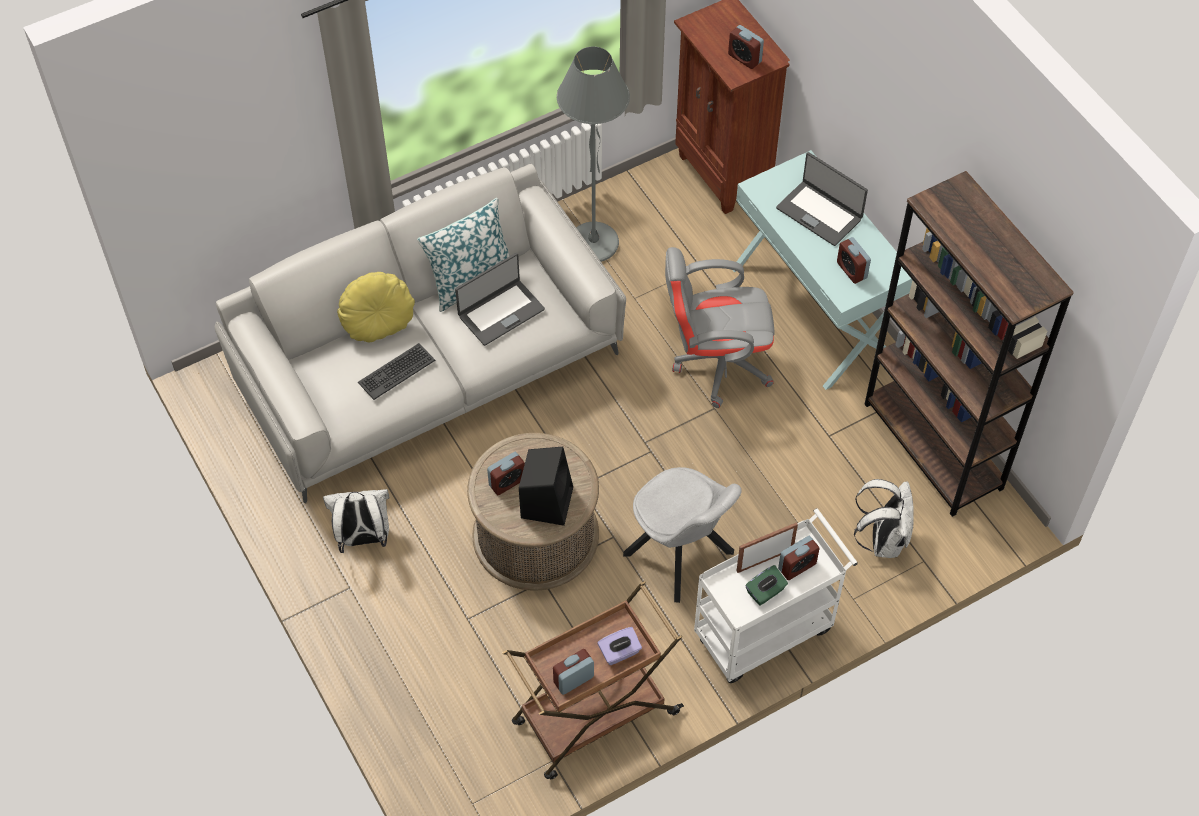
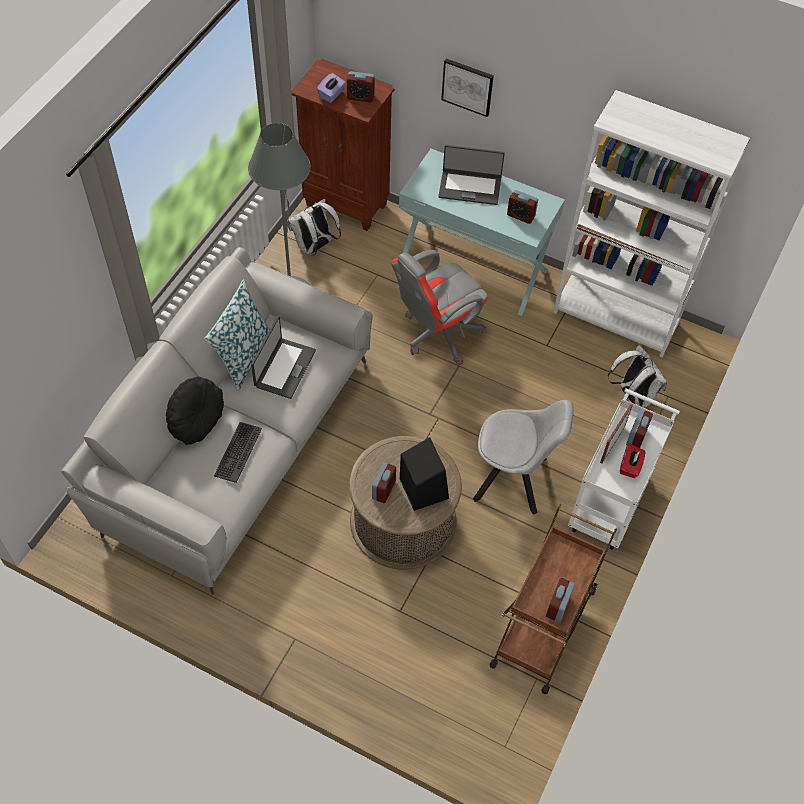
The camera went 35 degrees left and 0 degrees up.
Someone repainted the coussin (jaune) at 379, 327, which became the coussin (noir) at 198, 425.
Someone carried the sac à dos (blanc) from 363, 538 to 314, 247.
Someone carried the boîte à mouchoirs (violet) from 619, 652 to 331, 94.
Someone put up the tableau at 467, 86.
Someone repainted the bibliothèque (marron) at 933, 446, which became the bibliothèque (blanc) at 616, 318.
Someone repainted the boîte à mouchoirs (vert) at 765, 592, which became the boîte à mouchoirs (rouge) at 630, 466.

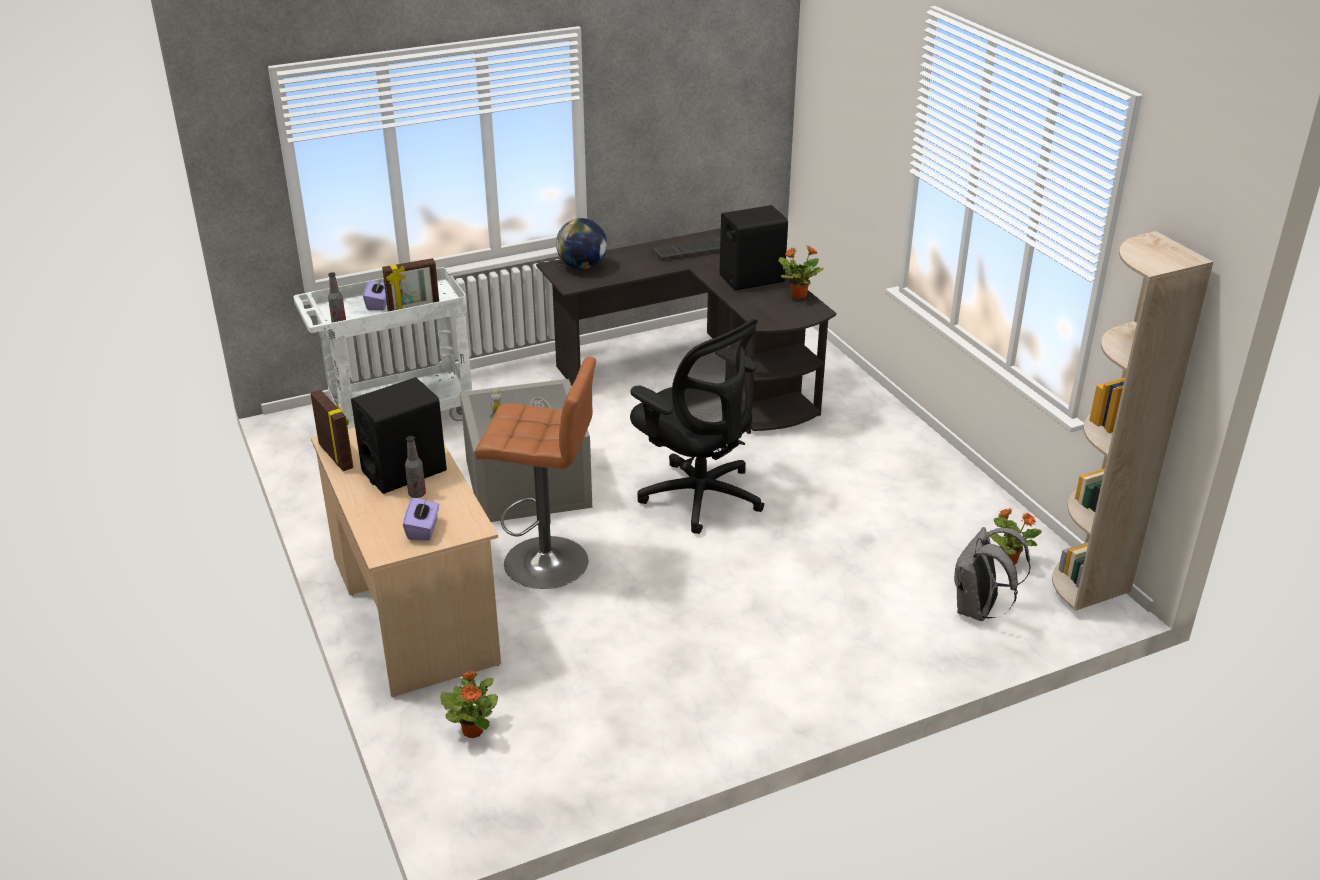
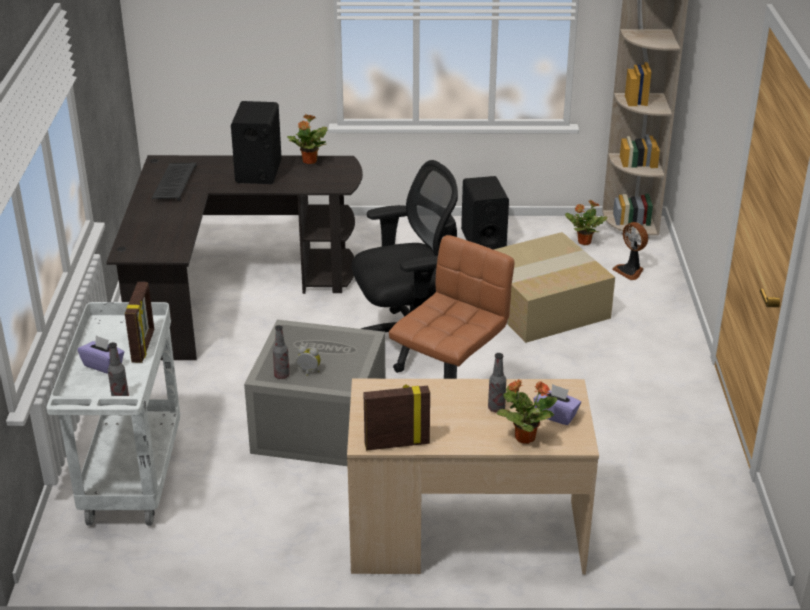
The camera went 65 degrees left and 0 degrees up.
Someone put down the bouteille at 282, 375.
Someone carried the enceinte (noir) from 404, 471 to 483, 240.
Someone put down the carton at 542, 307.
Someone carried the plante en pot from 473, 730 to 524, 437.
Someone swapped the sac à dos (gris) at 978, 610 for the ventilateur at 630, 271.
Someone took away the globe at 582, 267.

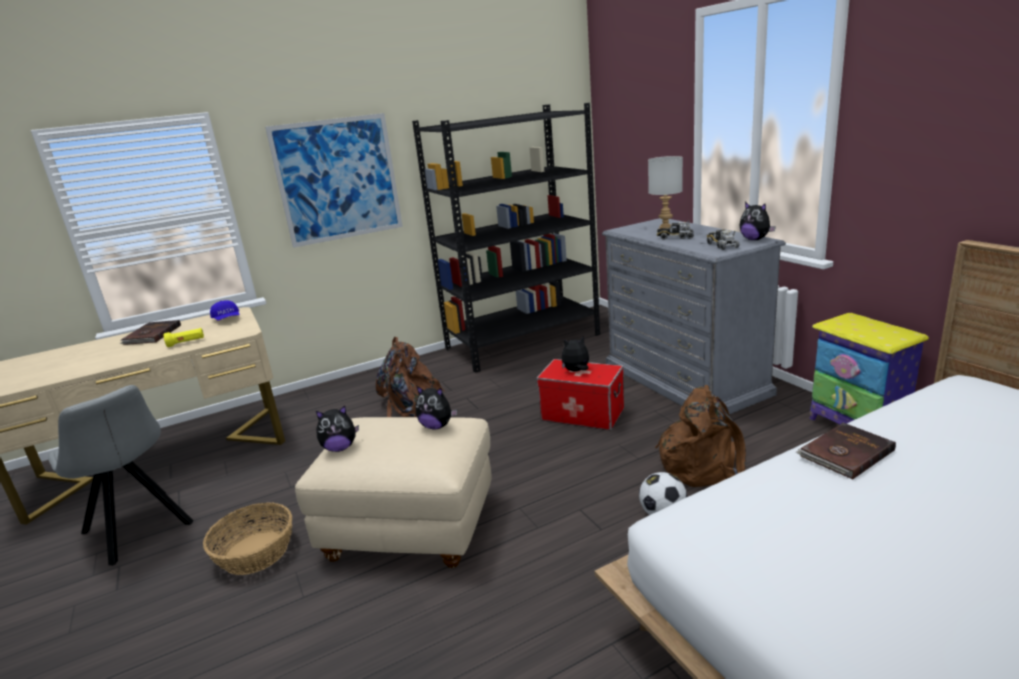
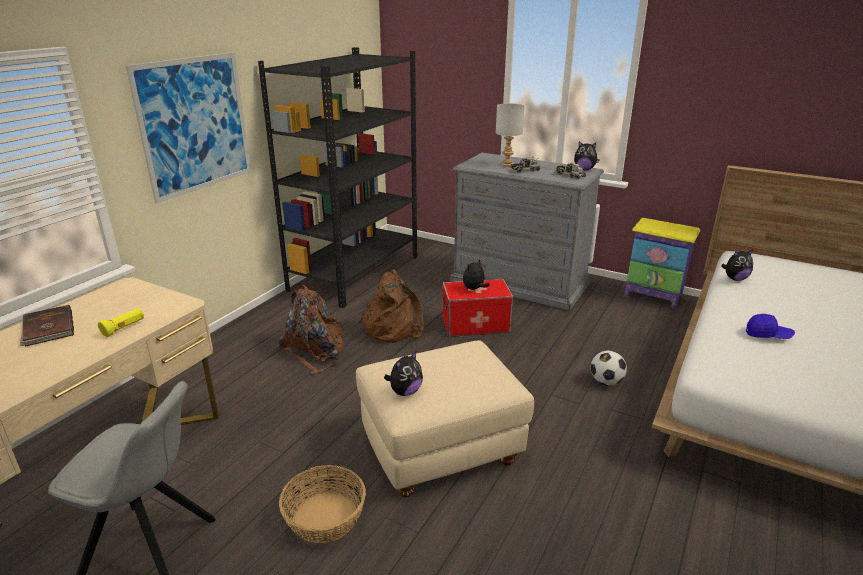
The camera went 35 degrees left and 5 degrees up.
Someone carried the sac à dos (marron) from 702, 465 to 393, 328.
Someone carried the peluche from 437, 426 to 735, 279.
Someone carried the casquette (bleu) from 227, 319 to 767, 335.
Someone took away the livre (marron) at 845, 453.

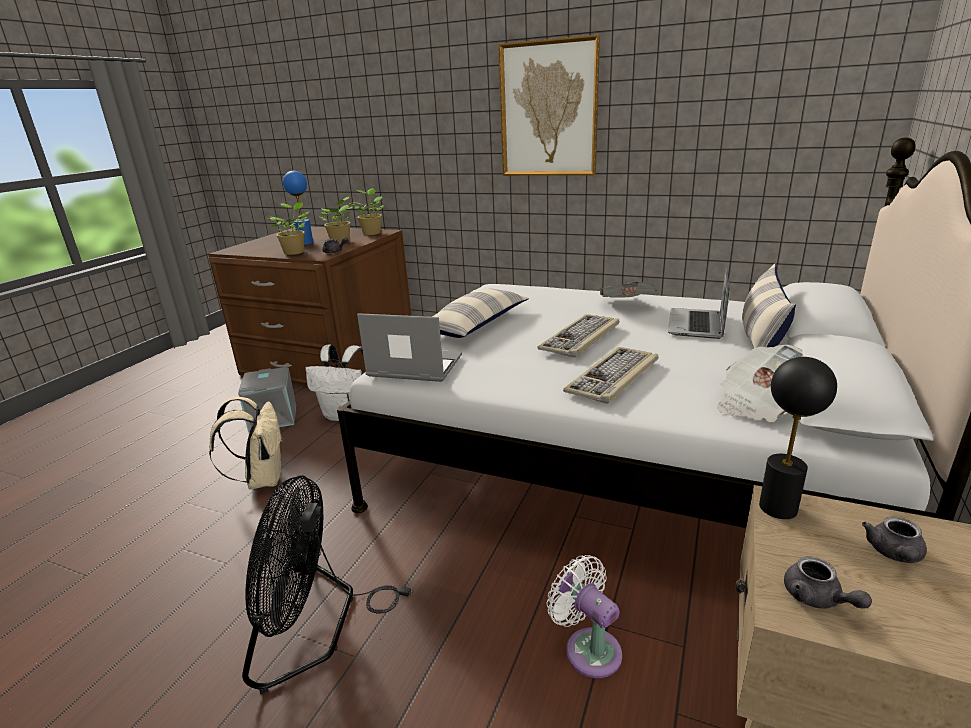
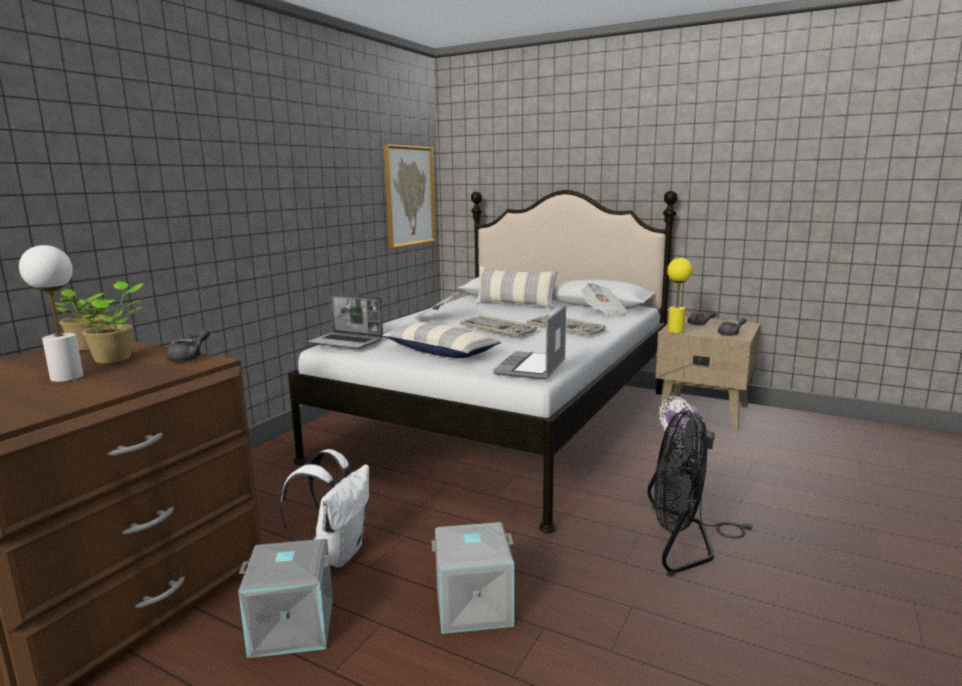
The camera went 85 degrees left and 10 degrees down.
Someone repainted the lampe de table (bleu) at 306, 243, which became the lampe de table (blanc) at 67, 377.
Someone carried the ordinateur portable from 697, 325 to 347, 342.
Someone carried the tableau from 548, 110 to 409, 196.
Someone swapped the sac à dos (beige) at 263, 479 for the boîte de rangement (gris) at 473, 607.
Someone rotated the ventilateur (noir) at 323, 618 by 90 degrees clockwise.
Someone repainted the lampe de table (noir) at 778, 507, which became the lampe de table (jaune) at 675, 331.
Someone took away the plante en pot at 295, 252.

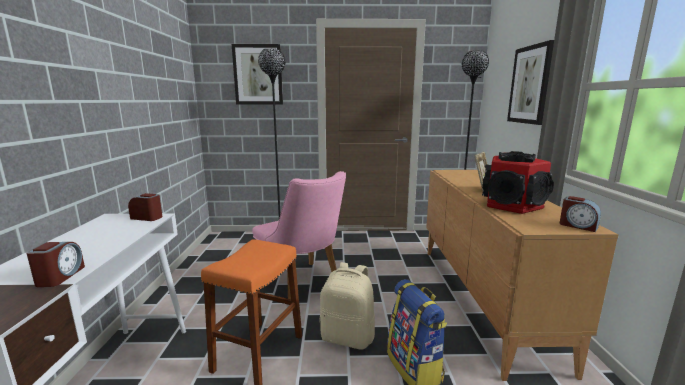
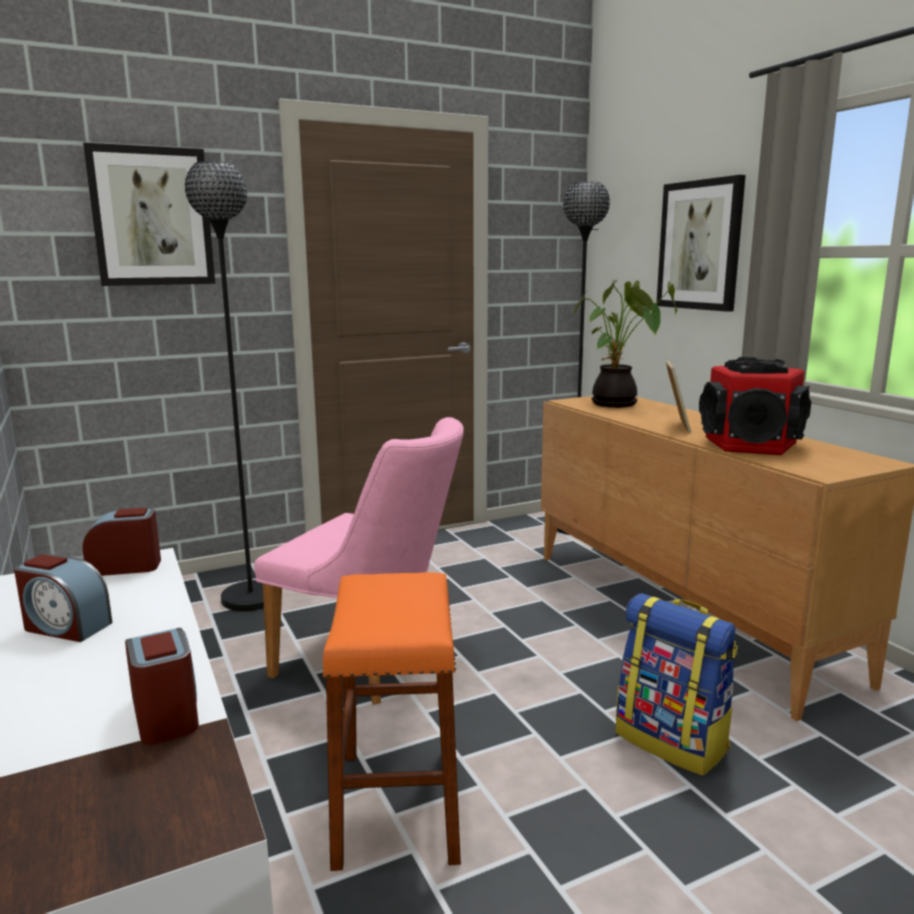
The camera went 25 degrees left and 0 degrees up.
Someone carried the réveil from 578, 226 to 66, 627.
Someone put down the plante en pot at 617, 404.
Someone took away the sac à dos (beige) at 348, 337.

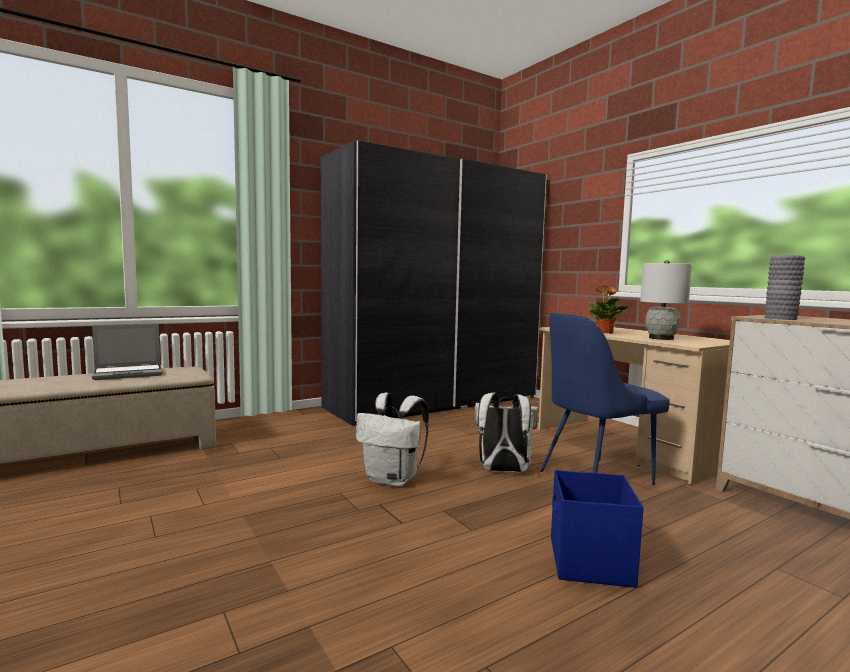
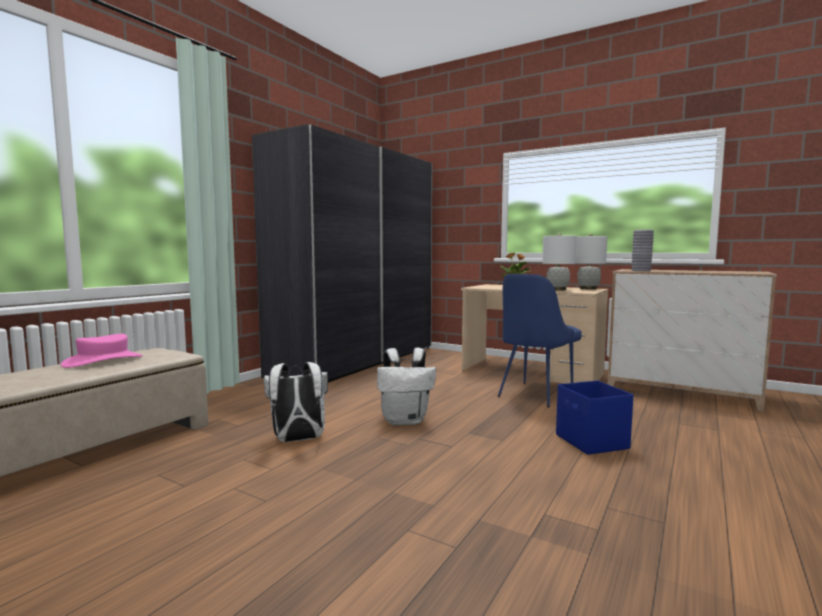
The camera went 25 degrees left and 0 degrees up.
Someone swapped the ordinateur portable at 129, 373 for the chapeau (rose) at 103, 360.
Someone carried the sac à dos (blanc) from 503, 471 to 298, 440.
Someone put down the lampe de table (blanc) at 588, 288.

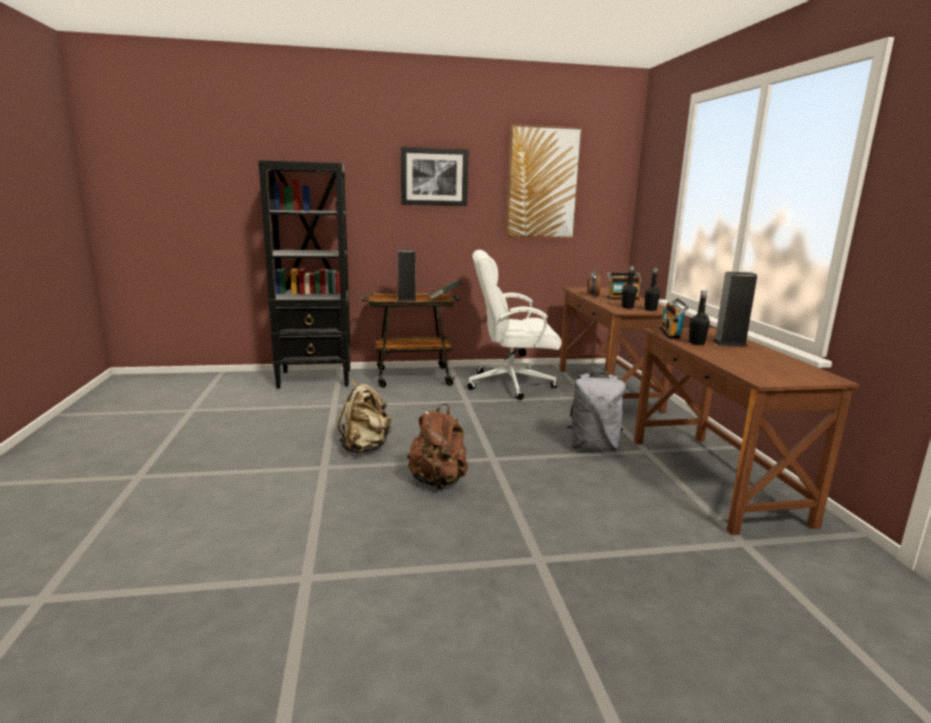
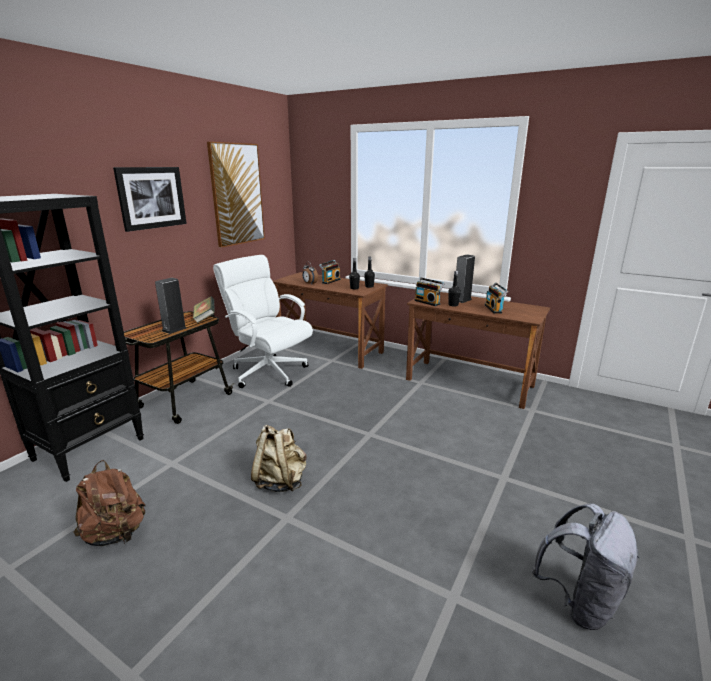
The camera went 50 degrees left and 5 degrees up.
Someone carried the sac à dos (marron) from 438, 482 to 116, 534.
Someone rotated the chaise de bureau (blanc) at 510, 384 by 90 degrees clockwise.
Someone put down the radio at 494, 309.
Someone carried the sac à dos (gris) from 593, 447 to 579, 601.

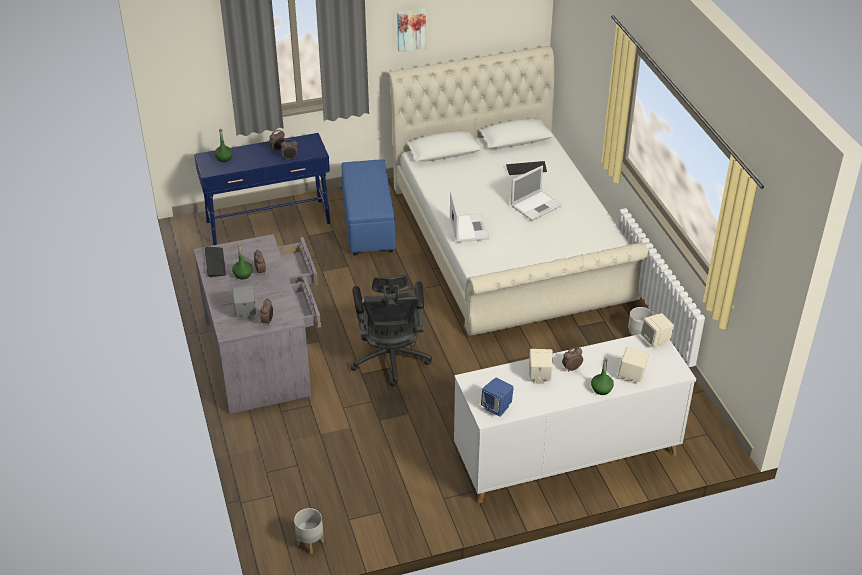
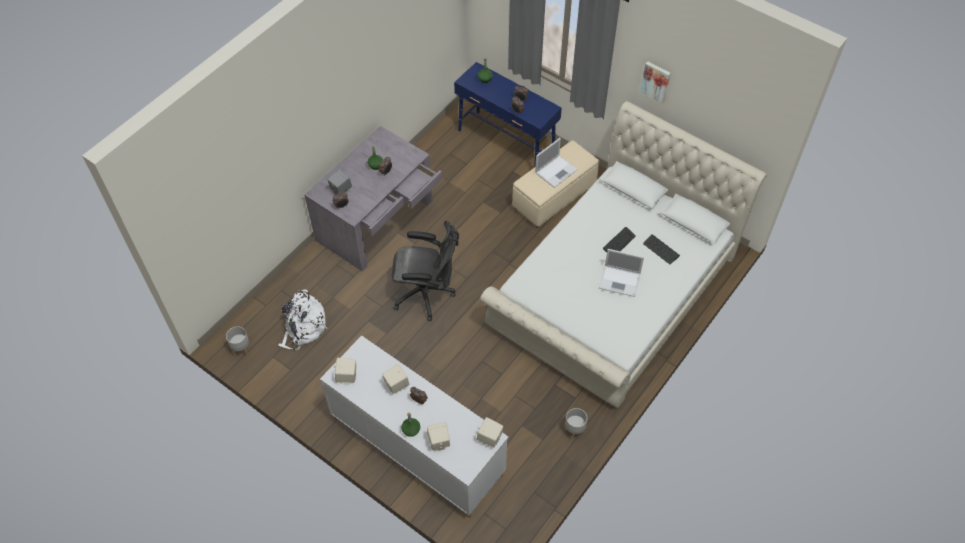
The camera went 55 degrees right and 15 degrees up.
Someone put down the sac à dos (blanc) at 303, 328.
Someone repainted the enceinte (bleu) at 497, 407, which became the enceinte (beige) at 347, 377.
Someone rotated the chaise de bureau at 391, 362 by 135 degrees counterclockwise.
Someone repainted the pouf (bleu) at 368, 224, which became the pouf (beige) at 554, 196.
Someone carried the ordinateur portable from 468, 228 to 556, 171.
Someone carried the clavier from 215, 262 to 619, 242.

